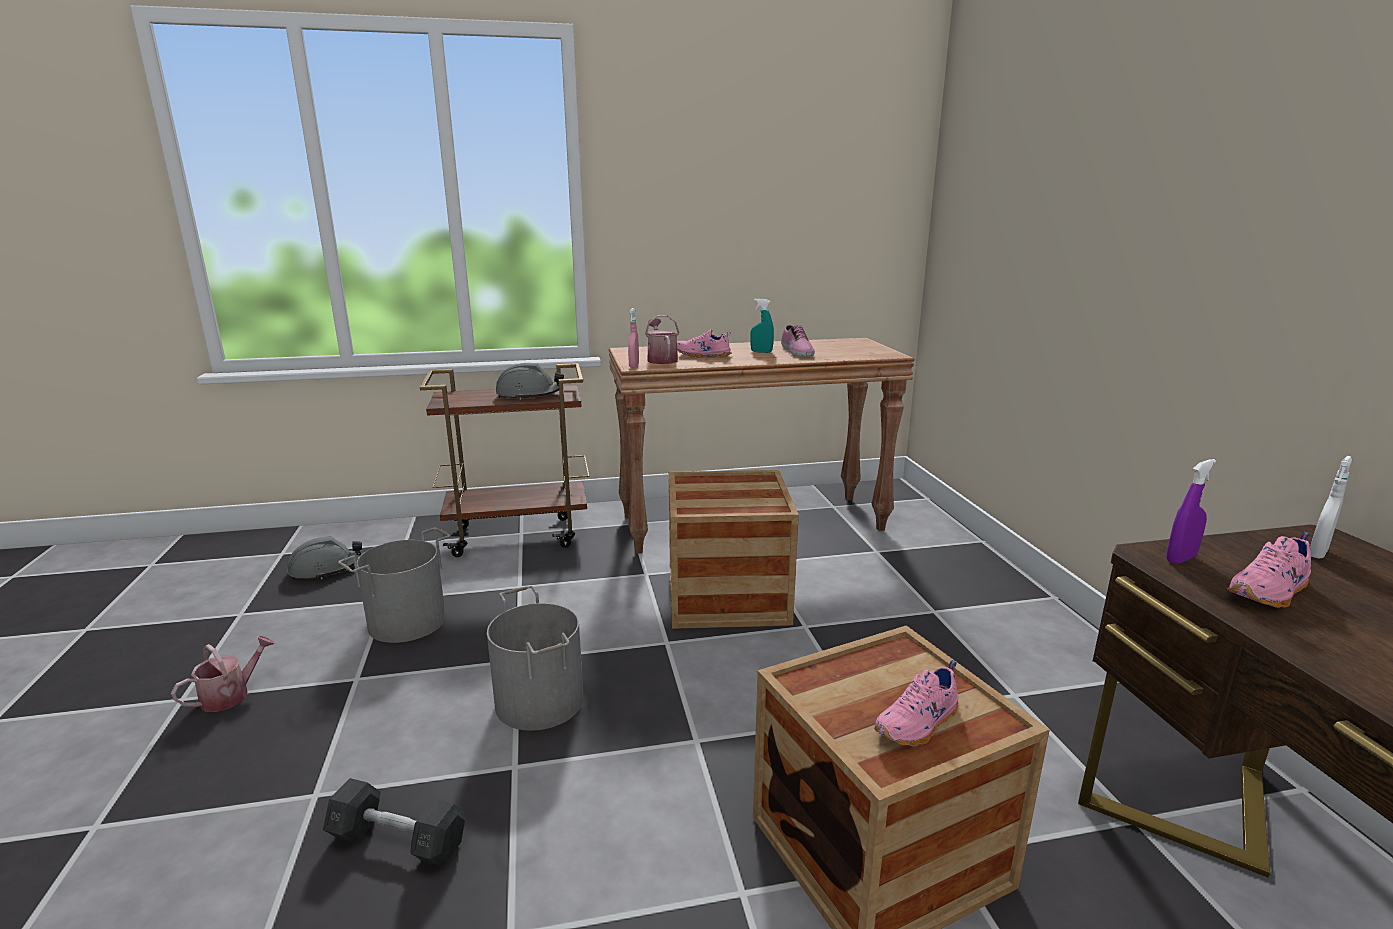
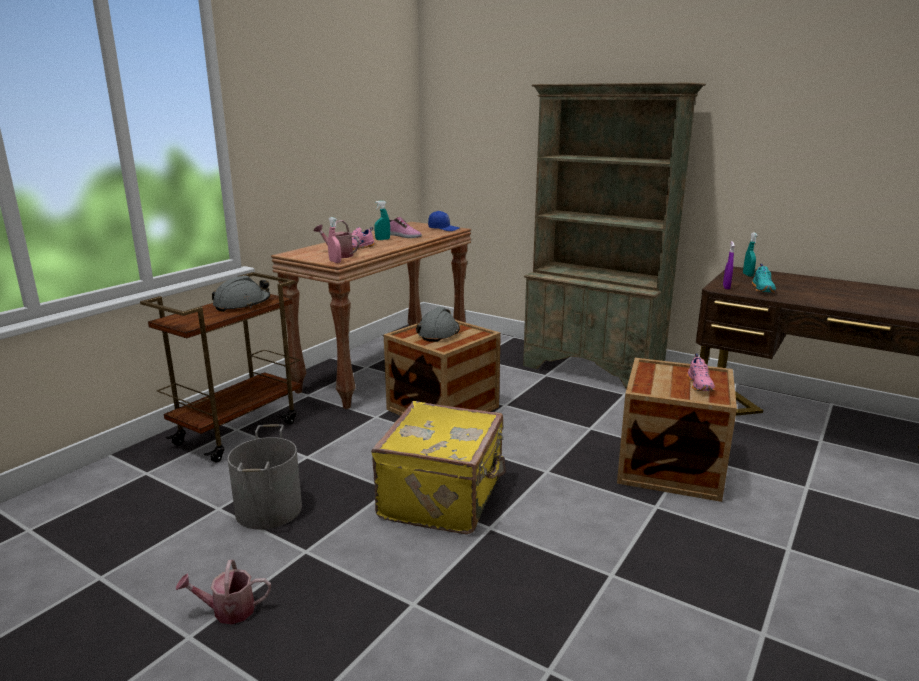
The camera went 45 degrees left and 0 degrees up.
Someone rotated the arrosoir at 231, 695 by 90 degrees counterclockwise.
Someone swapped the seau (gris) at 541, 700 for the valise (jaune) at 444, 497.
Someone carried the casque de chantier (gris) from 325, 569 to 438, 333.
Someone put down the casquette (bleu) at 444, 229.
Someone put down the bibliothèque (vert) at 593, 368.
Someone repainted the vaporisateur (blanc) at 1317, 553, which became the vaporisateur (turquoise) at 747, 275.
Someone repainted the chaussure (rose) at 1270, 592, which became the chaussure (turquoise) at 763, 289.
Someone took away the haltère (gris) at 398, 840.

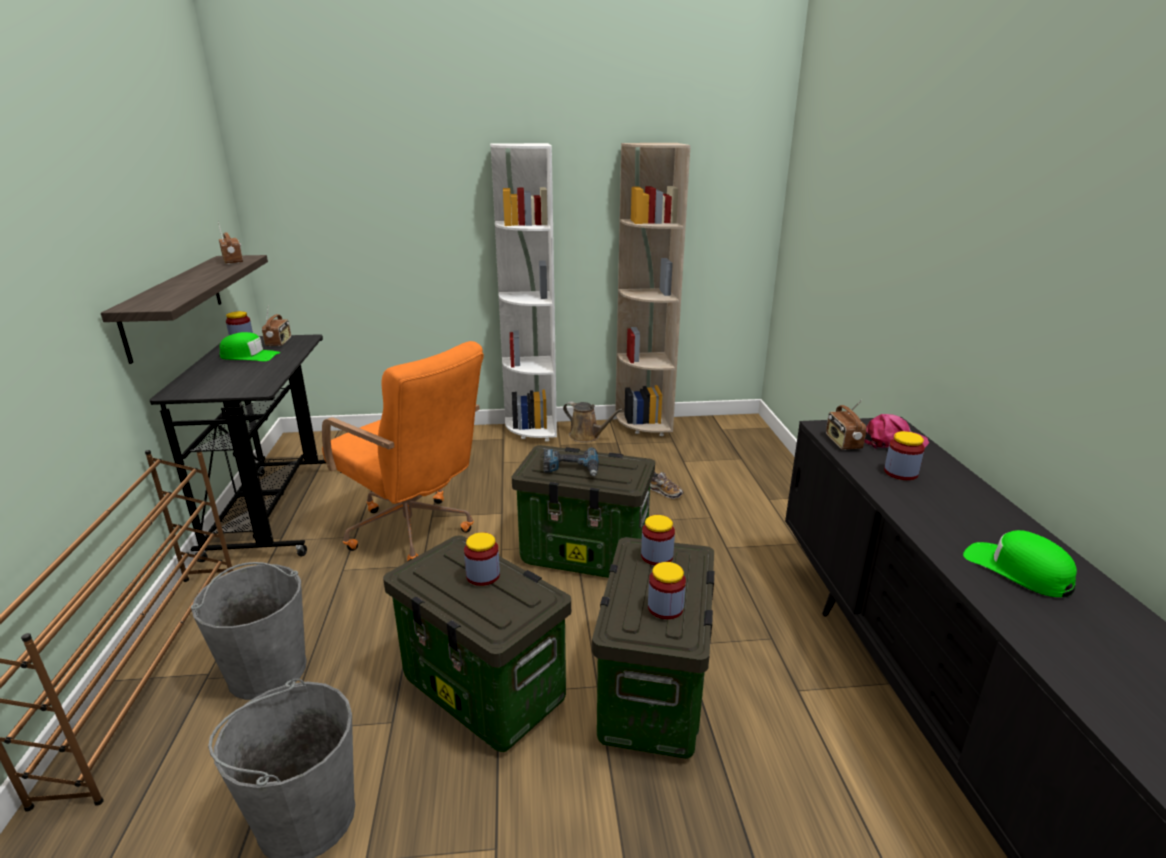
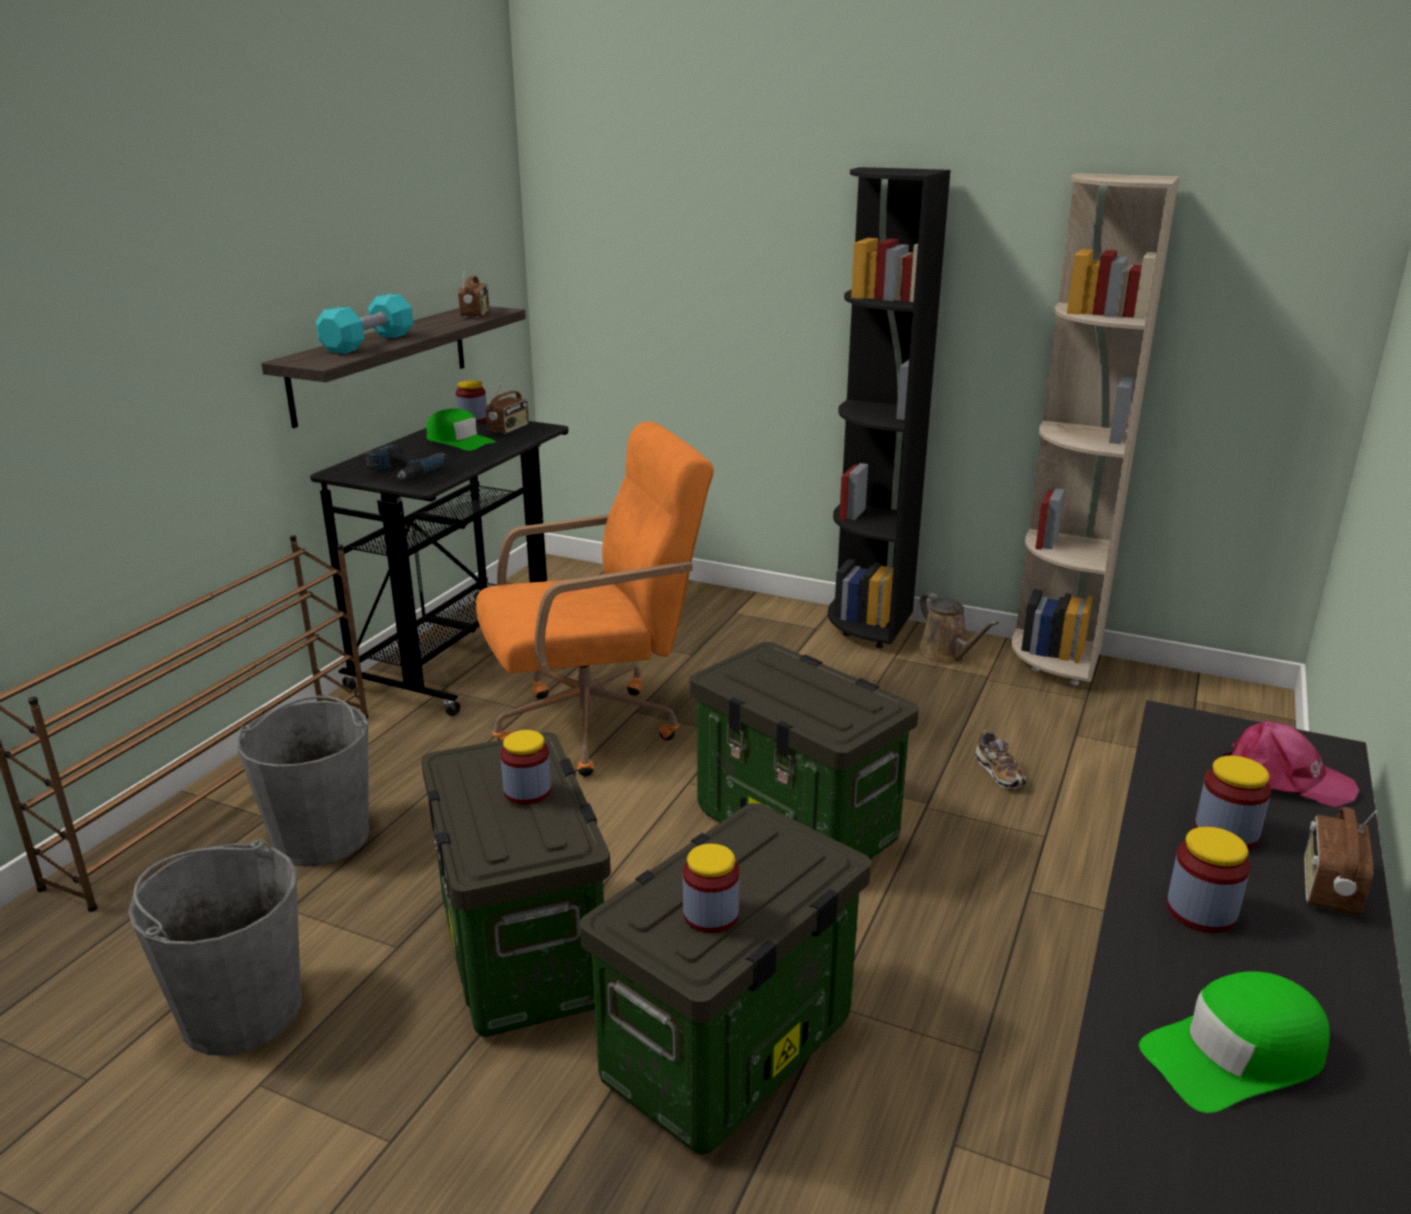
The camera went 30 degrees right and 0 degrees up.
Someone put down the haltère (turquoise) at 368, 343.
Someone carried the perceuse from 571, 468 to 401, 471.
Someone rotated the chaise de bureau (orange) at 414, 533 by 90 degrees counterclockwise.
Someone repainted the bibliothèque (blanc) at 532, 433, which became the bibliothèque (noir) at 866, 630.
Someone rotated the casquette (vert) at 1017, 570 by 105 degrees counterclockwise.
Someone carried the bocal from 657, 556 to 1201, 911.
Someone carried the radio from 842, 442 to 1328, 889.

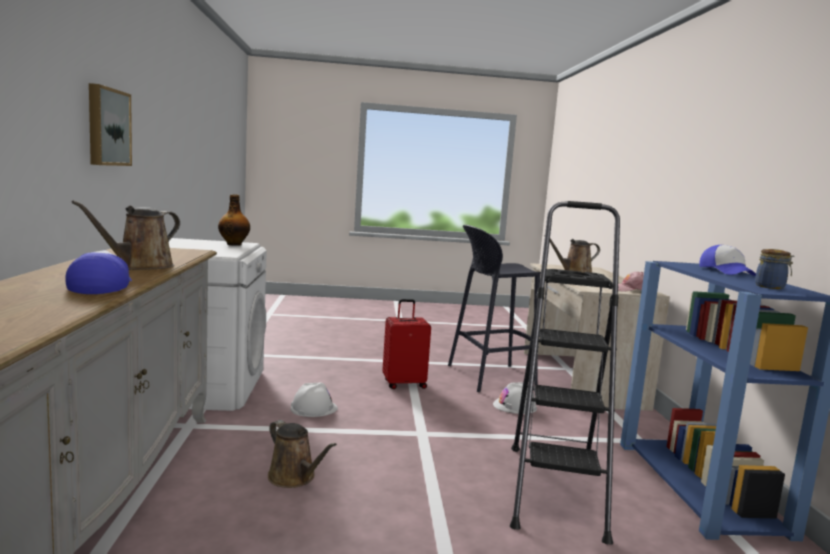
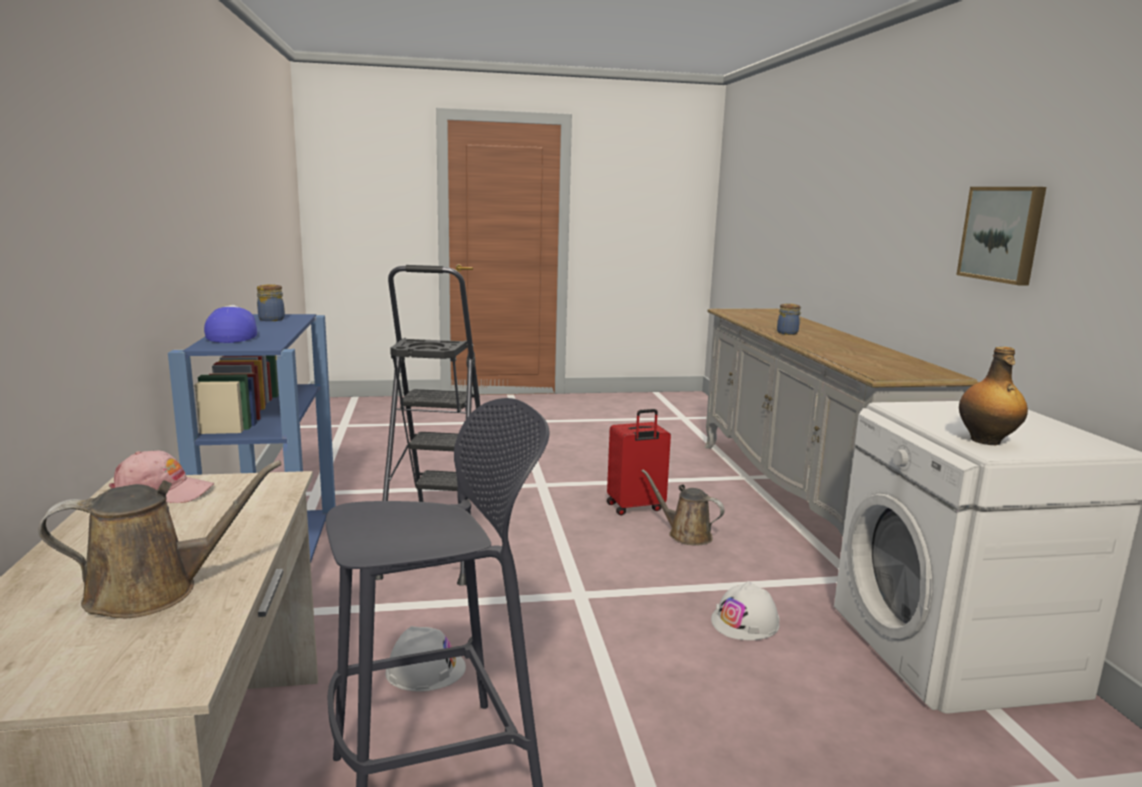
The camera went 175 degrees right and 5 degrees up.
Someone carried the valise (rouge) from 404, 384 to 635, 507.
Someone swapped the casquette at 102, 286 for the bocal at 788, 333.
Someone took away the arrosoir (marron) at 140, 266.

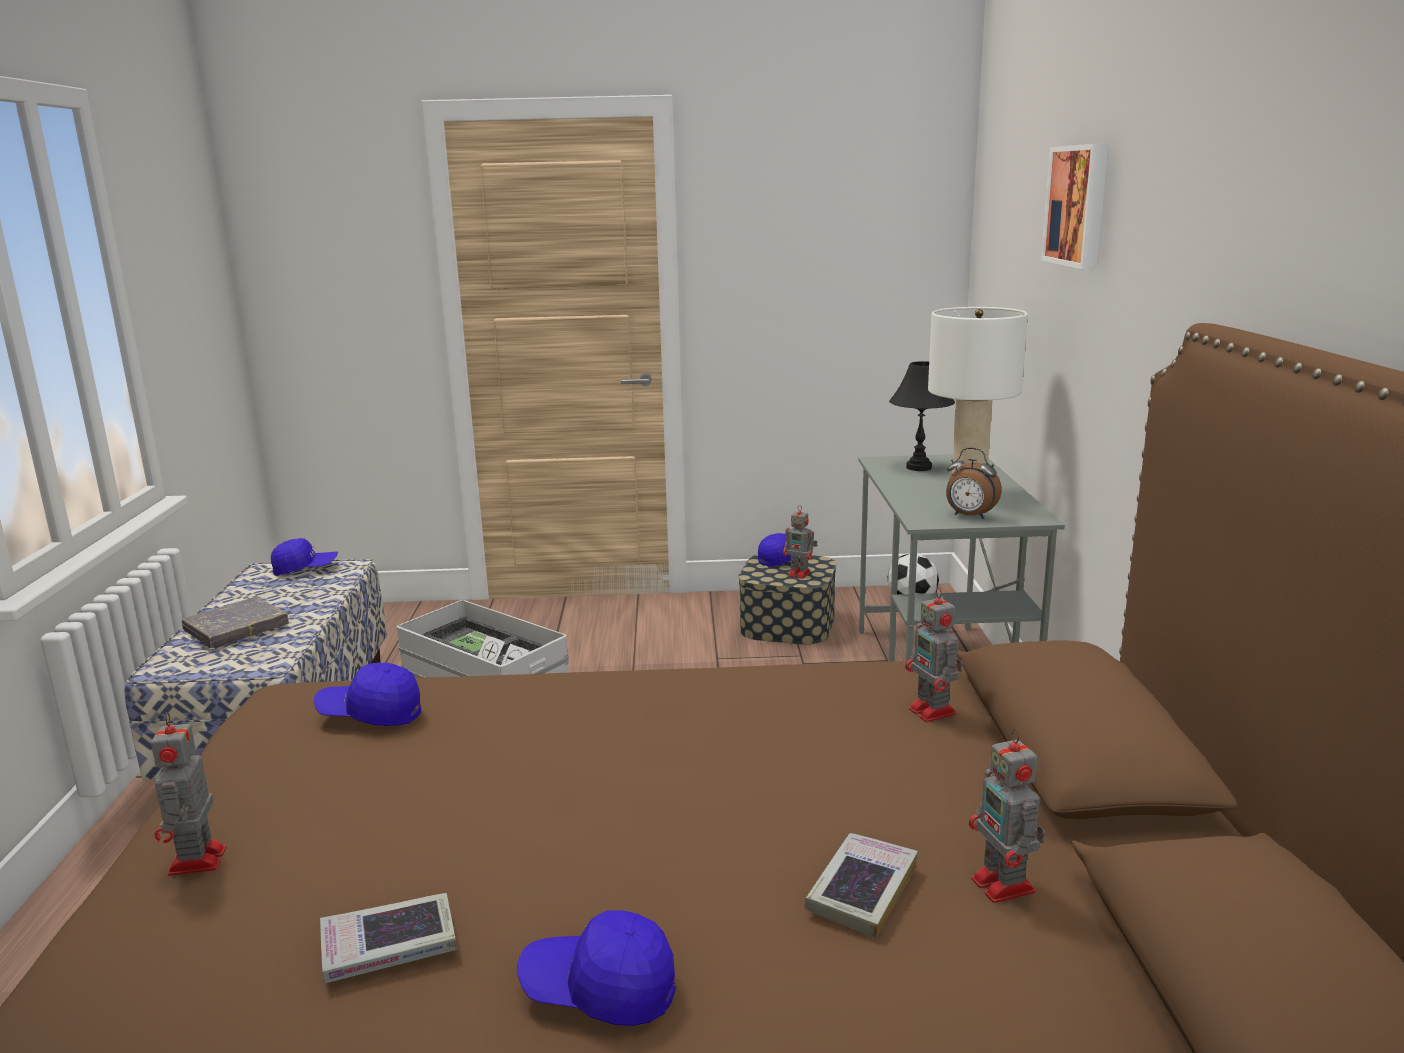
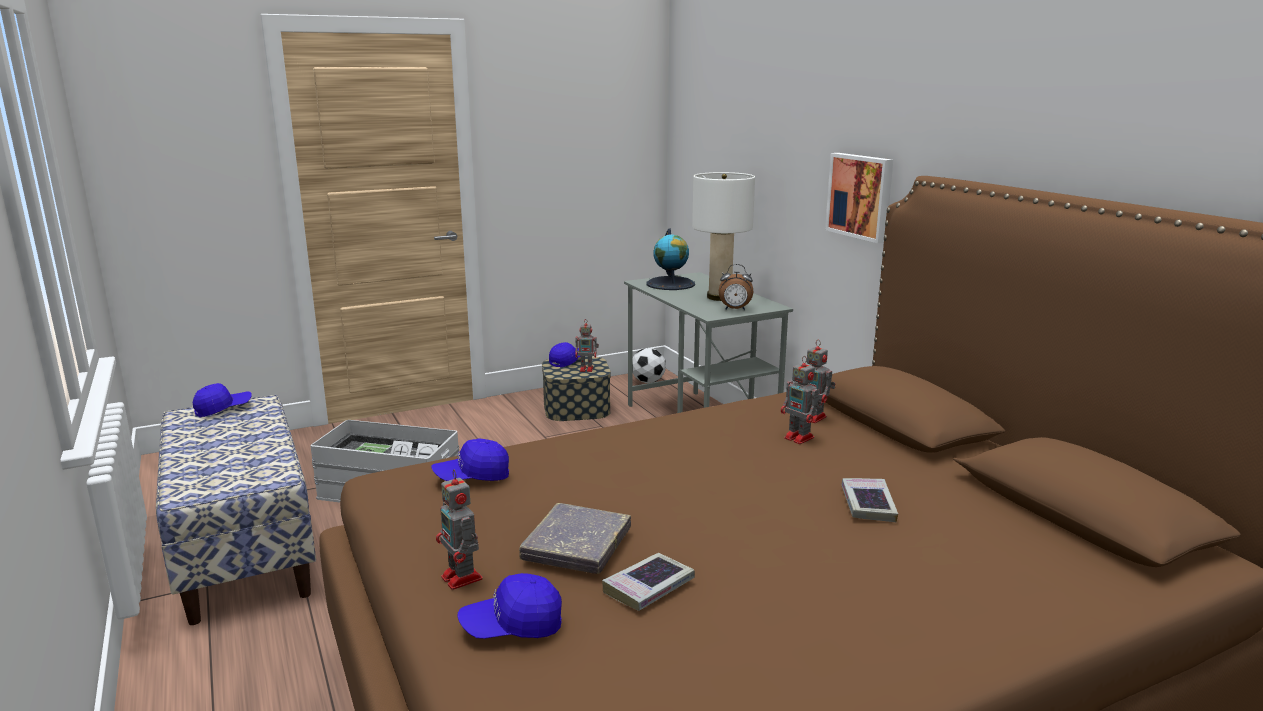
The camera went 25 degrees left and 0 degrees up.
Someone carried the casquette (bleu) from 599, 990 to 512, 627.
Someone carried the livre (gris) from 236, 628 to 576, 545.
Someone swapped the lampe de table (noir) at 918, 467 for the globe at 670, 284.
Someone carried the robot jouet from 1005, 887 to 800, 438.
Someone carried the tableau from 1079, 205 to 861, 196.

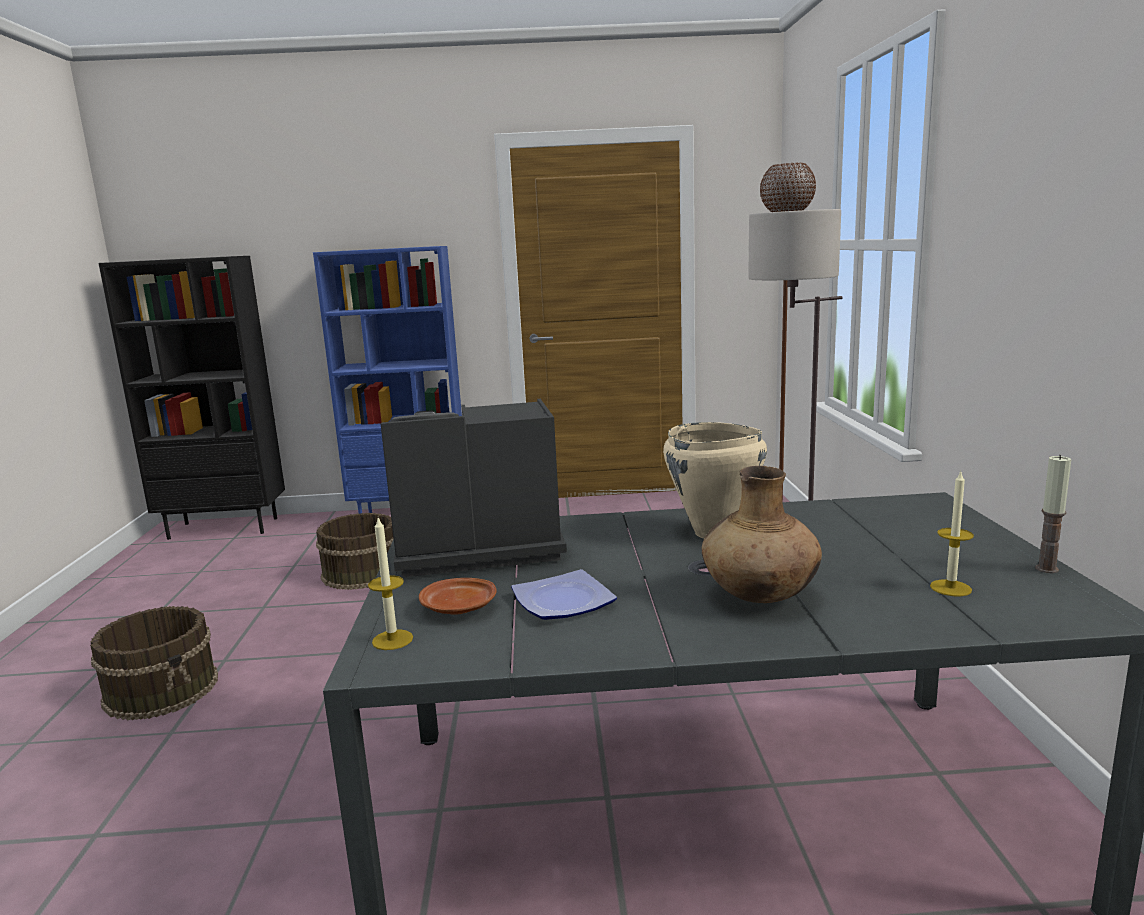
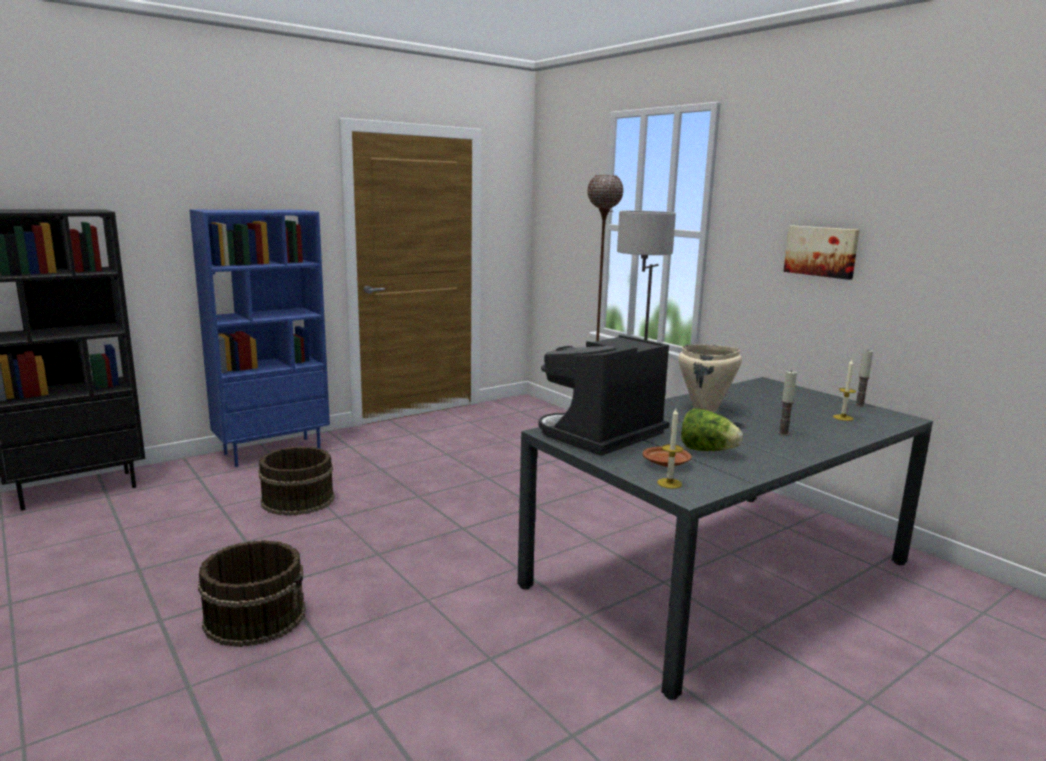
The camera went 35 degrees left and 0 degrees up.
Someone swapped the assiette at 564, 600 for the laitue at 707, 451.
Someone swapped the vase (marron) at 759, 596 for the bougie at 783, 433.
Someone put up the tableau at 821, 251.

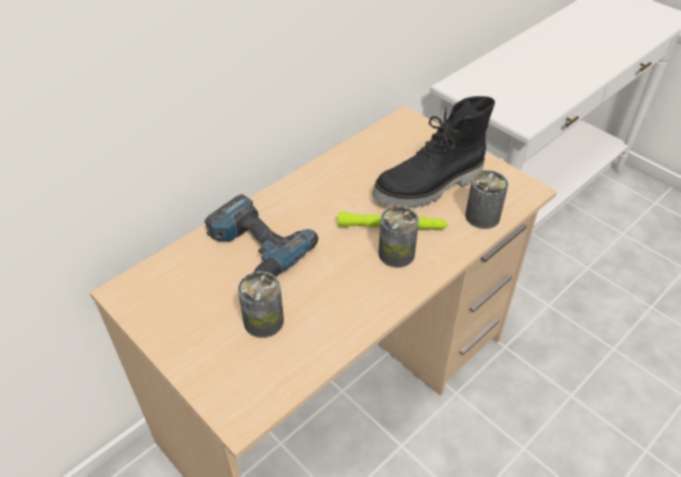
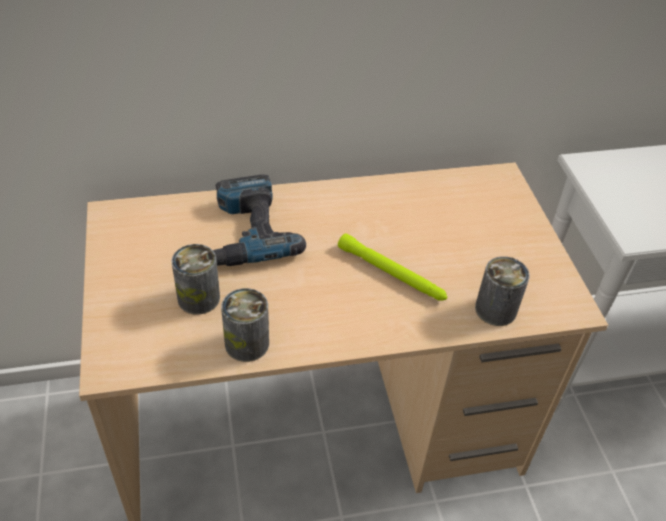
The camera went 30 degrees right and 0 degrees up.
Someone carried the boîte métallique from 396, 254 to 247, 343.
Someone took away the botte (noir) at 429, 188.

